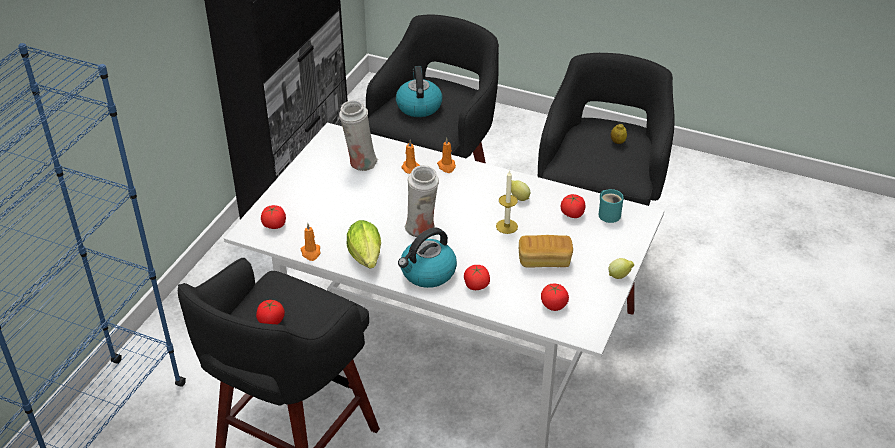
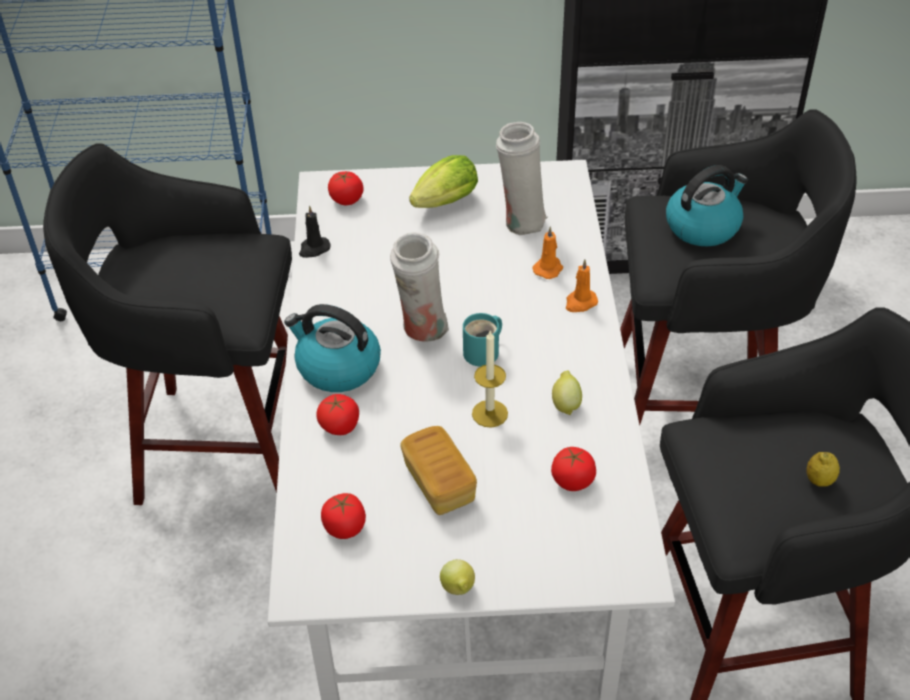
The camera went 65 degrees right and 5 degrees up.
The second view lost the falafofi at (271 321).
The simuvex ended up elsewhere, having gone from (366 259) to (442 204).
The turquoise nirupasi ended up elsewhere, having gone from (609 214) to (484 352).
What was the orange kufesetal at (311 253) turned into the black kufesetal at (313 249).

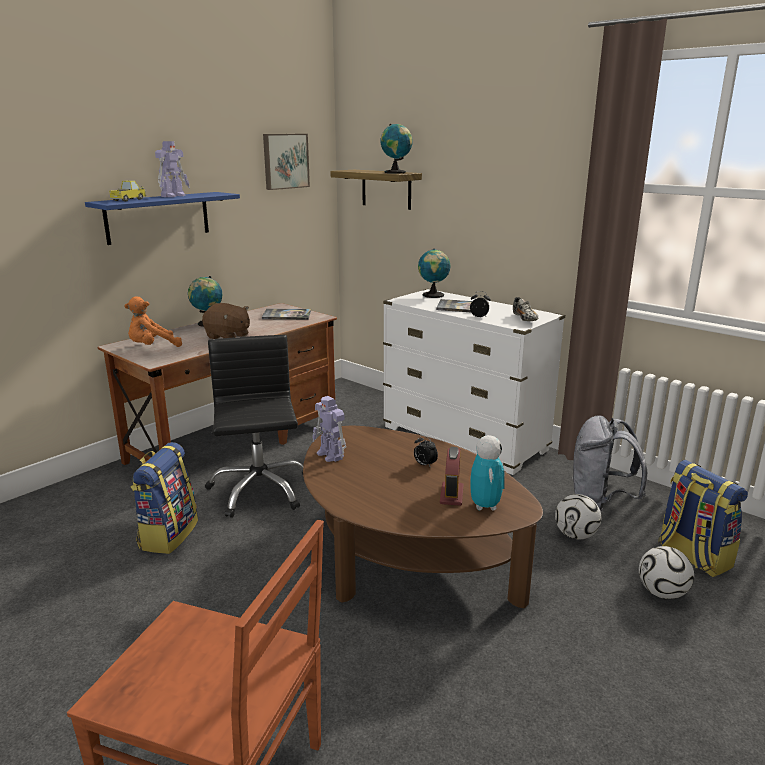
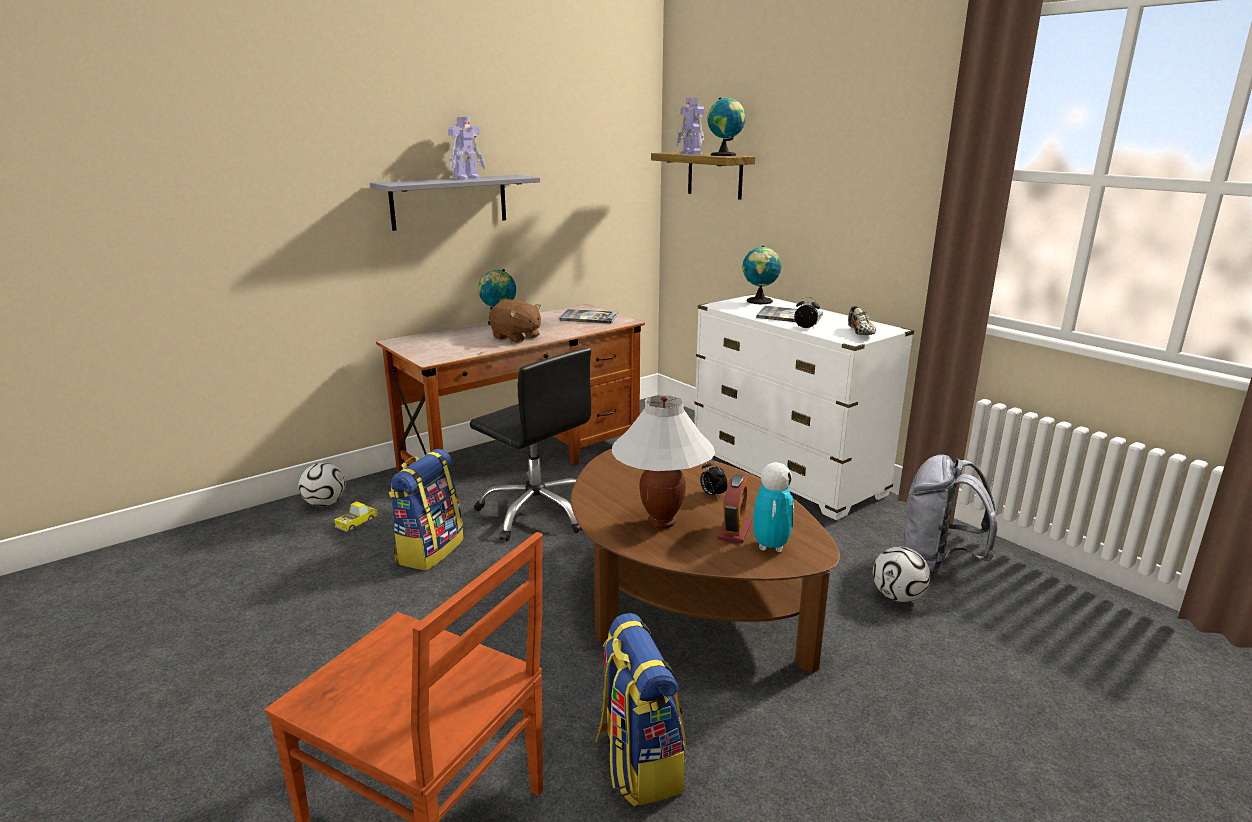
The camera went 10 degrees right and 0 degrees up.
The second view lost the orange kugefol at (152 347).
The second view lost the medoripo at (285 161).
The second view gained the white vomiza at (662 522).
The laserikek ended up elsewhere, having gone from (128 200) to (357 524).
The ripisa ended up elsewhere, having gone from (330 455) to (690 153).
The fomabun ended up elsewhere, having gone from (662 593) to (325 503).
The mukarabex ended up elsewhere, having gone from (692 556) to (638 763).
What was the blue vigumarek at (158 217) turned into the grey vigumarek at (449 202).
The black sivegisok at (259 490) ended up facing another way, 135 degrees clockwise from before.

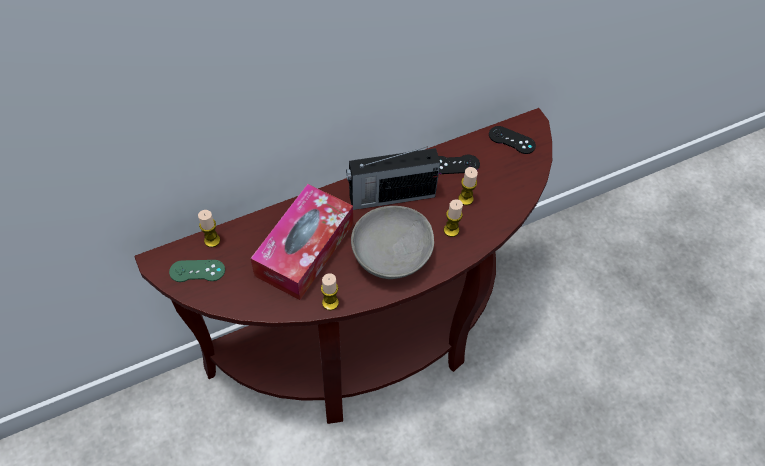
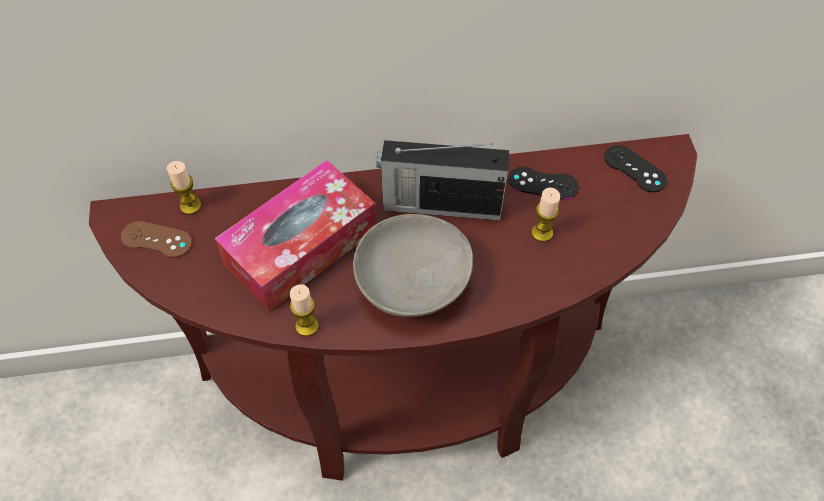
The camera went 20 degrees right and 0 degrees up.
The second view lost the kufesetal at (451 230).
What was the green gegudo at (197 271) turned into the brown gegudo at (156 239).

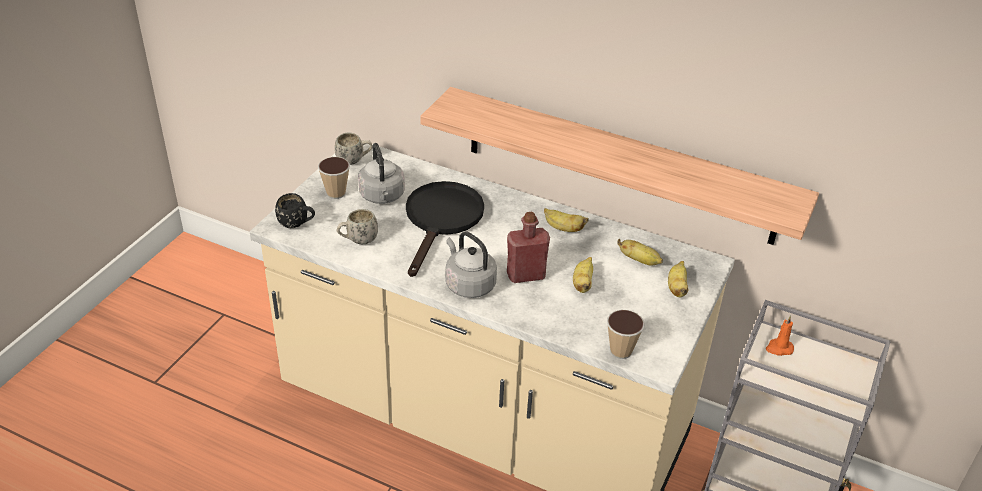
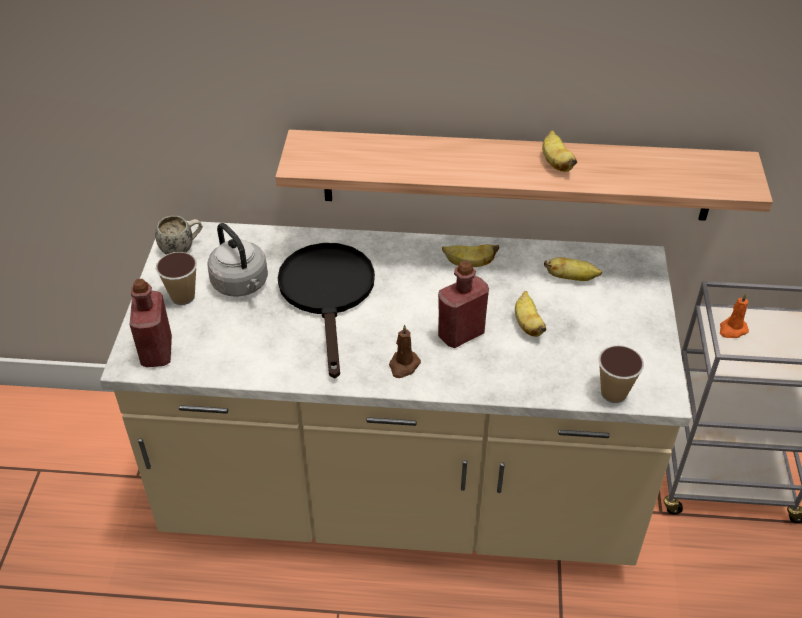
The camera went 20 degrees left and 5 degrees up.
The second view lost the white nirupasi at (358 240).
The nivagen ended up elsewhere, having gone from (677 288) to (556 163).
Where the black nirupasi stood at (297 224), the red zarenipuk came to stand at (157 352).
Where the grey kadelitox stood at (468 284), the brown kufesetal came to stand at (403 366).

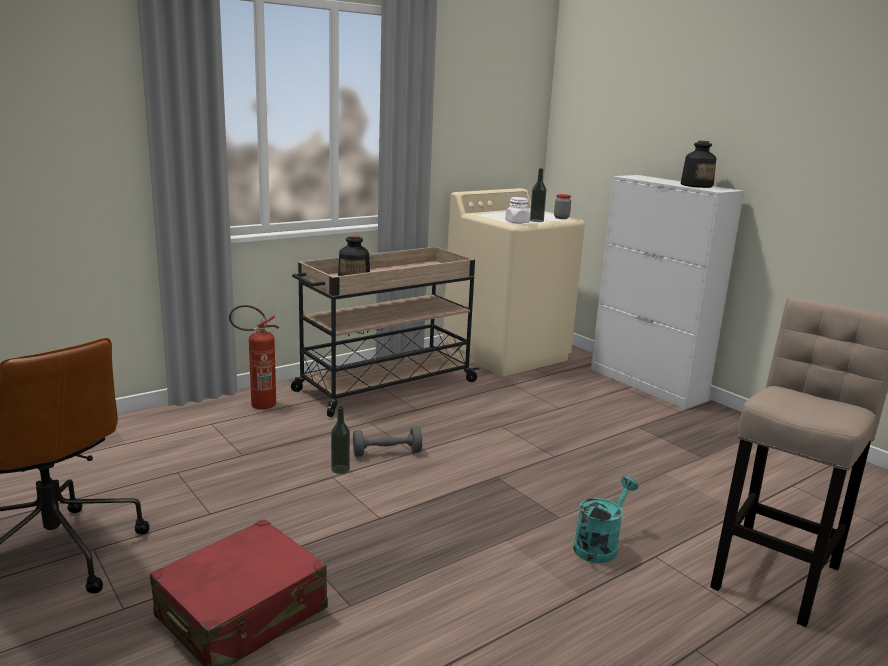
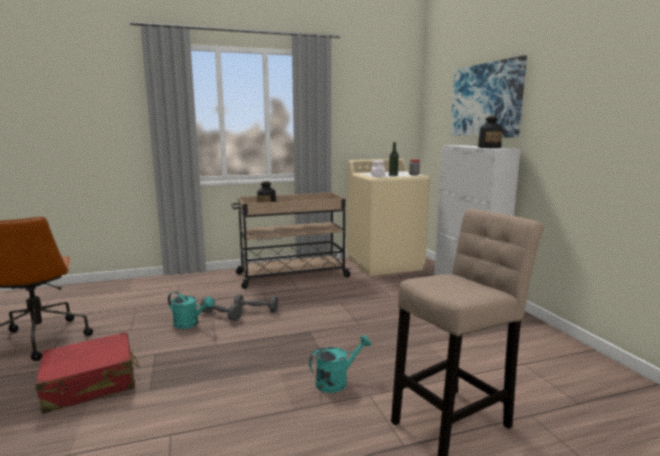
The camera went 20 degrees right and 5 degrees down.
The second view lost the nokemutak at (257 405).
The second view gained the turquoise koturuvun at (190 324).
The second view gained the medoripo at (485 100).
Where the zarenipuk stood at (340 469), the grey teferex came to stand at (221 316).

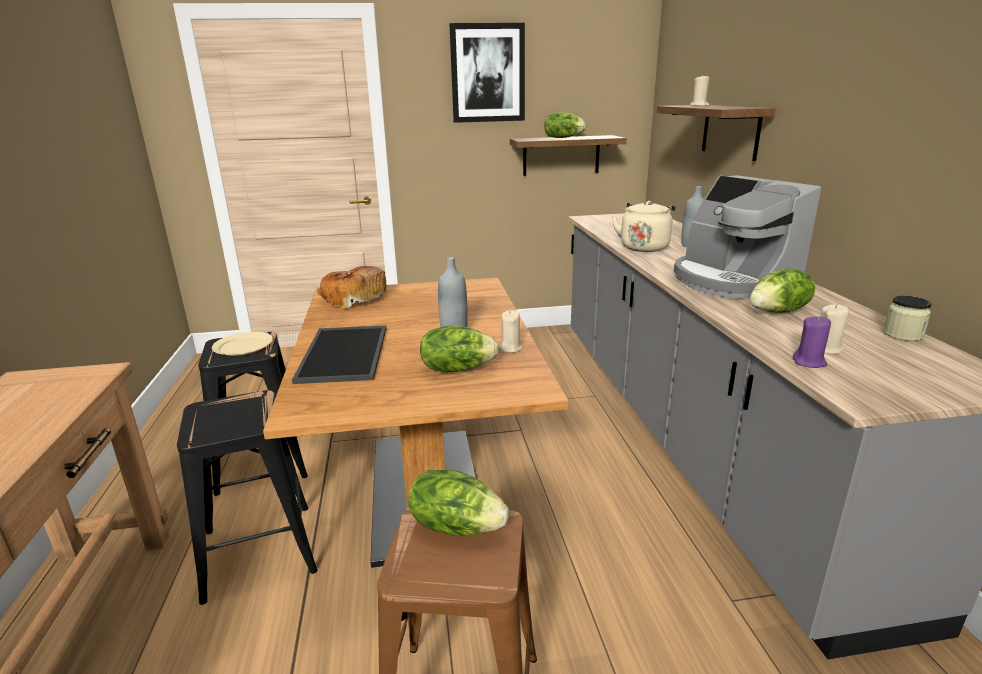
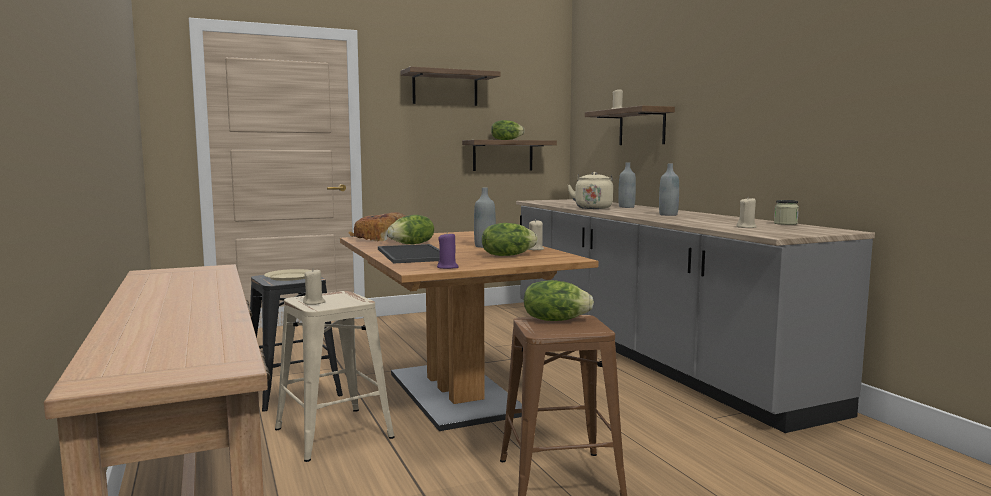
The camera went 15 degrees left and 15 degrees down.
The second view gained the beige kufesetal at (314 303).
The simuvex ended up elsewhere, having gone from (779 311) to (412 244).
The purple kufesetal ended up elsewhere, having gone from (809 362) to (447 267).
Where the medoripo hung at (487 73), the vigumarek came to hang at (445 88).
Where the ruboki stood at (731 281), the grey zarenipuk came to stand at (668 215).
What was the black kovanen at (257 551) turned into the beige kovanen at (332 433).

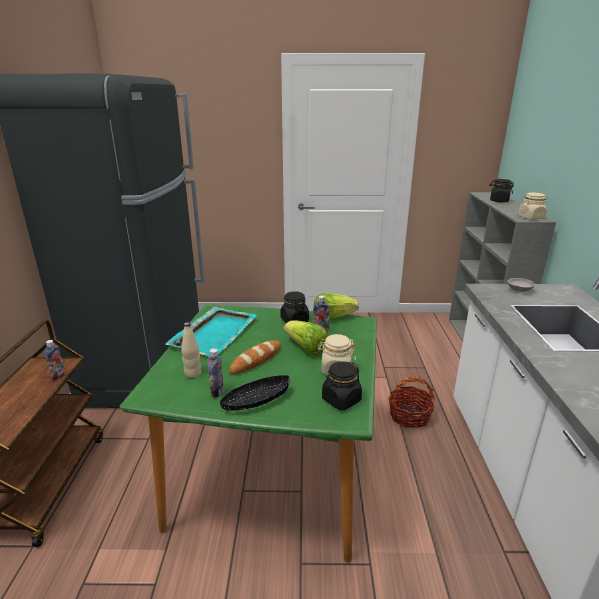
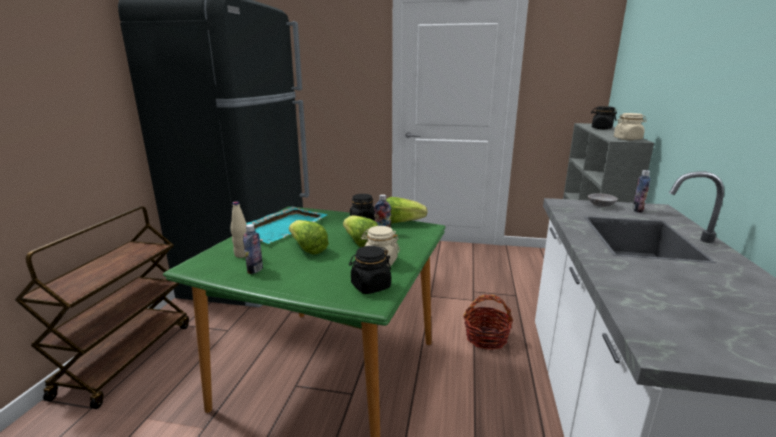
The camera went 10 degrees right and 5 degrees down.
The second view lost the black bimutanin at (256 401).
The zarenipuk ended up elsewhere, having gone from (58 375) to (637 210).
Where the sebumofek stood at (256 360), the simuvex came to stand at (307 249).

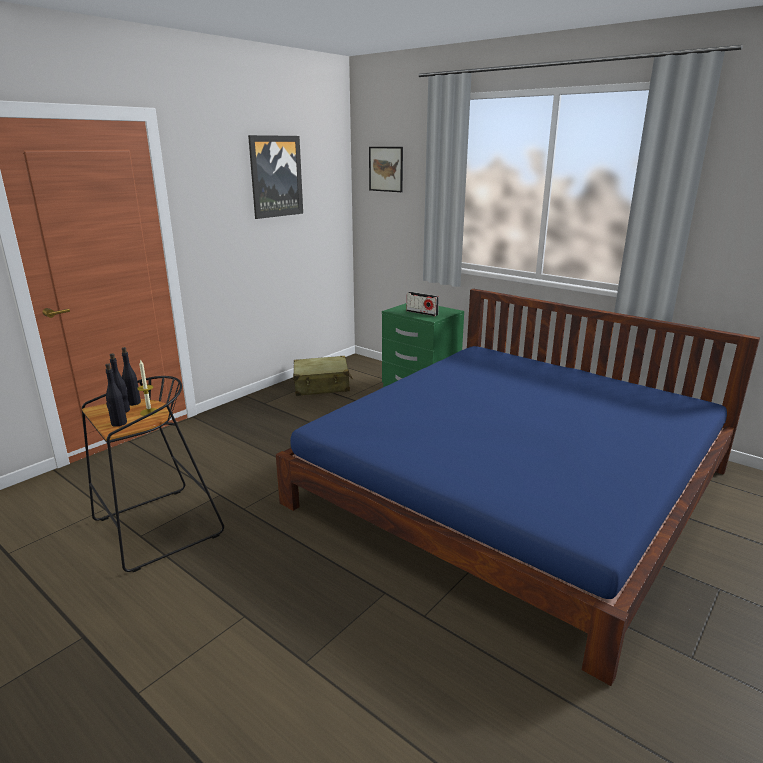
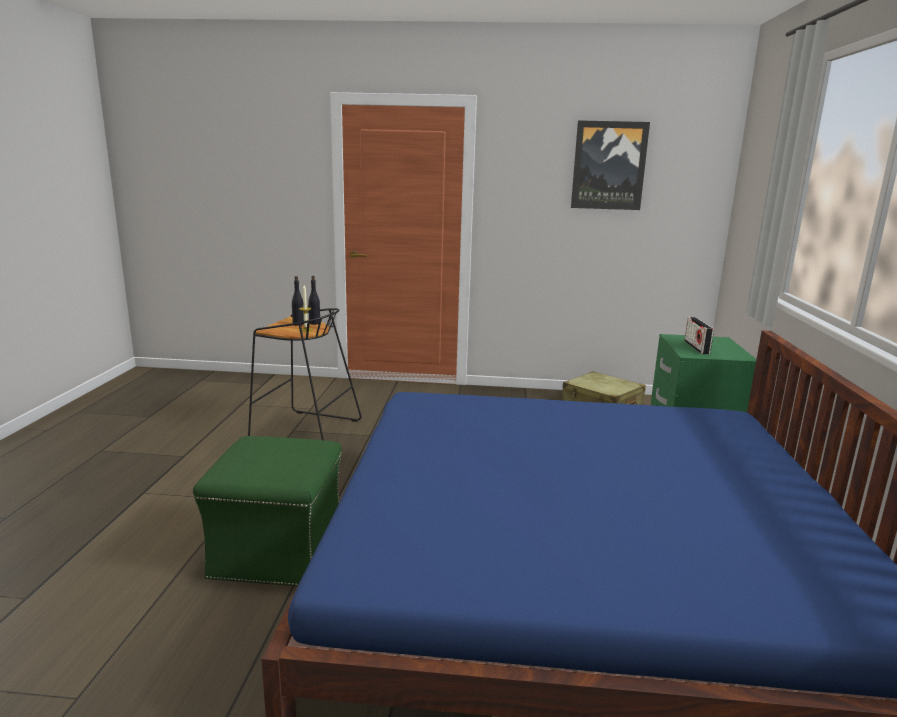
The camera went 55 degrees right and 5 degrees down.
The second view lost the black zarenipuk at (118 423).
The second view lost the medoripo at (386 169).
The second view gained the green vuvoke at (277 552).

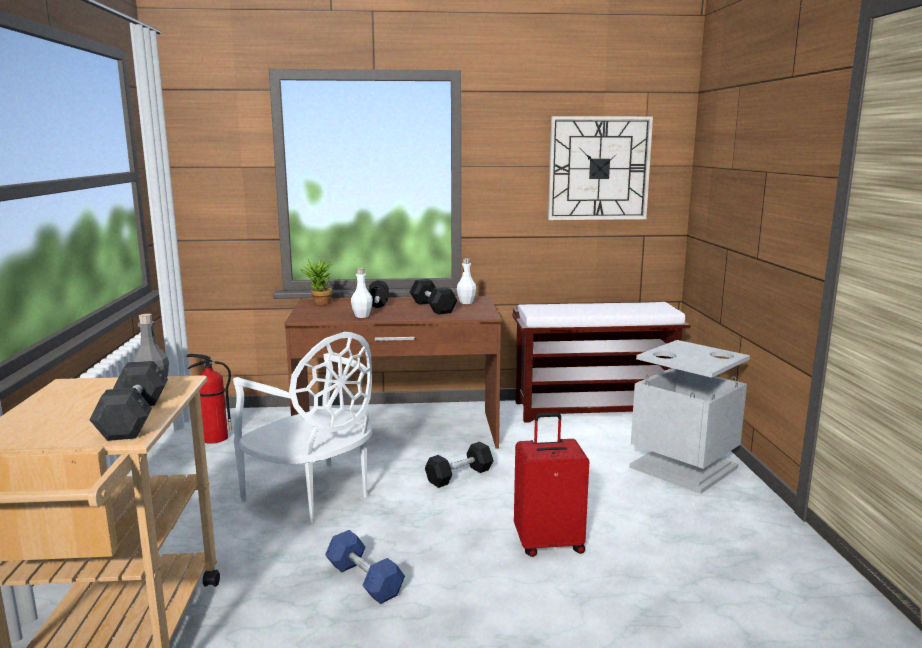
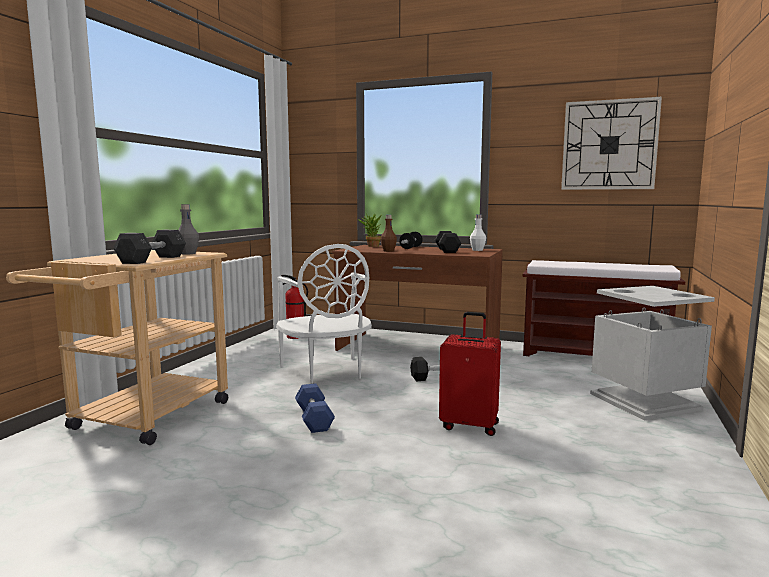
The camera went 25 degrees right and 5 degrees down.
What was the white zarenipuk at (362 316) turned into the brown zarenipuk at (388 251).

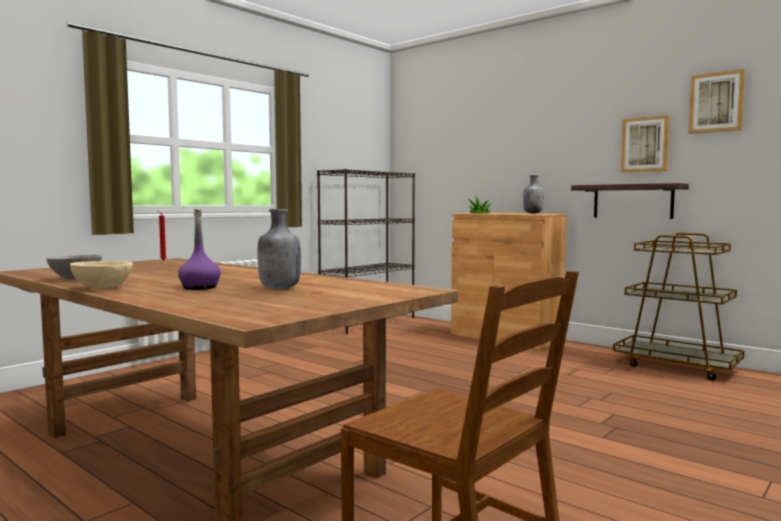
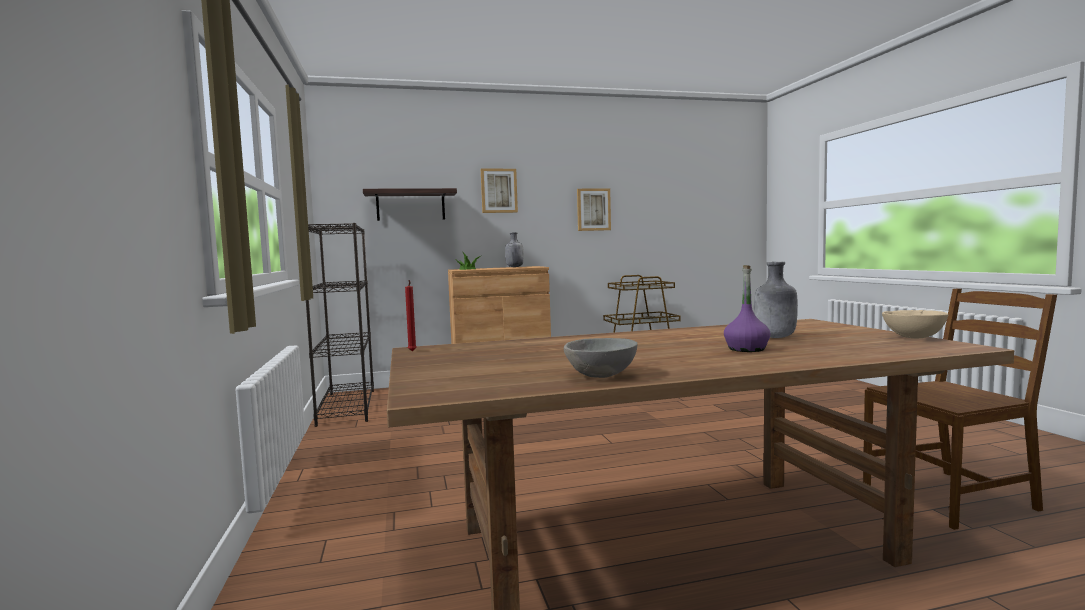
The camera went 55 degrees left and 0 degrees up.
The beige bimutanin ended up elsewhere, having gone from (102 288) to (912 338).
The vigumarek ended up elsewhere, having gone from (632 201) to (410 205).
The medoripo ended up elsewhere, having gone from (716 102) to (499 191).

